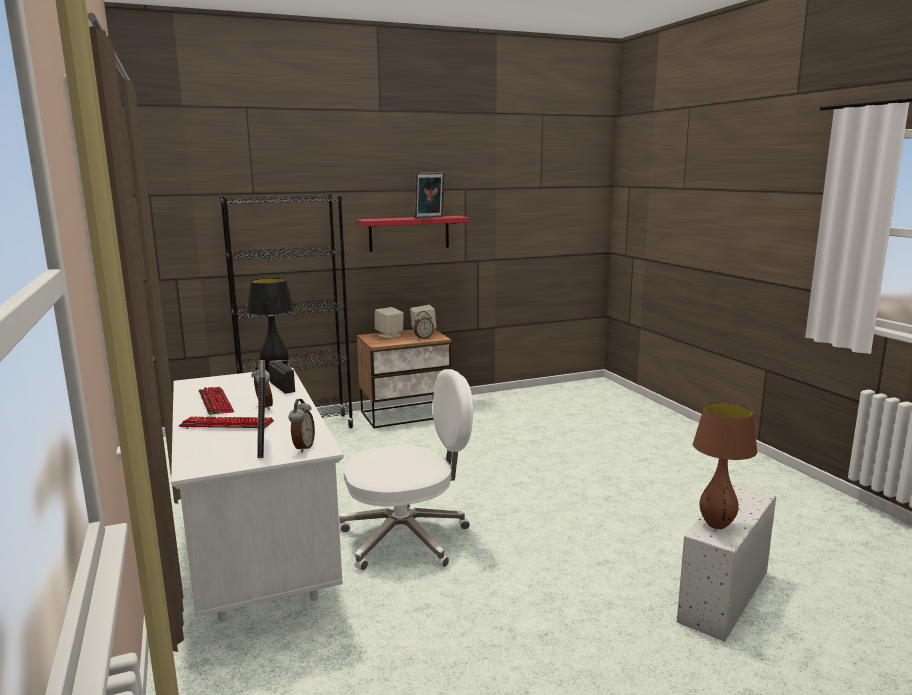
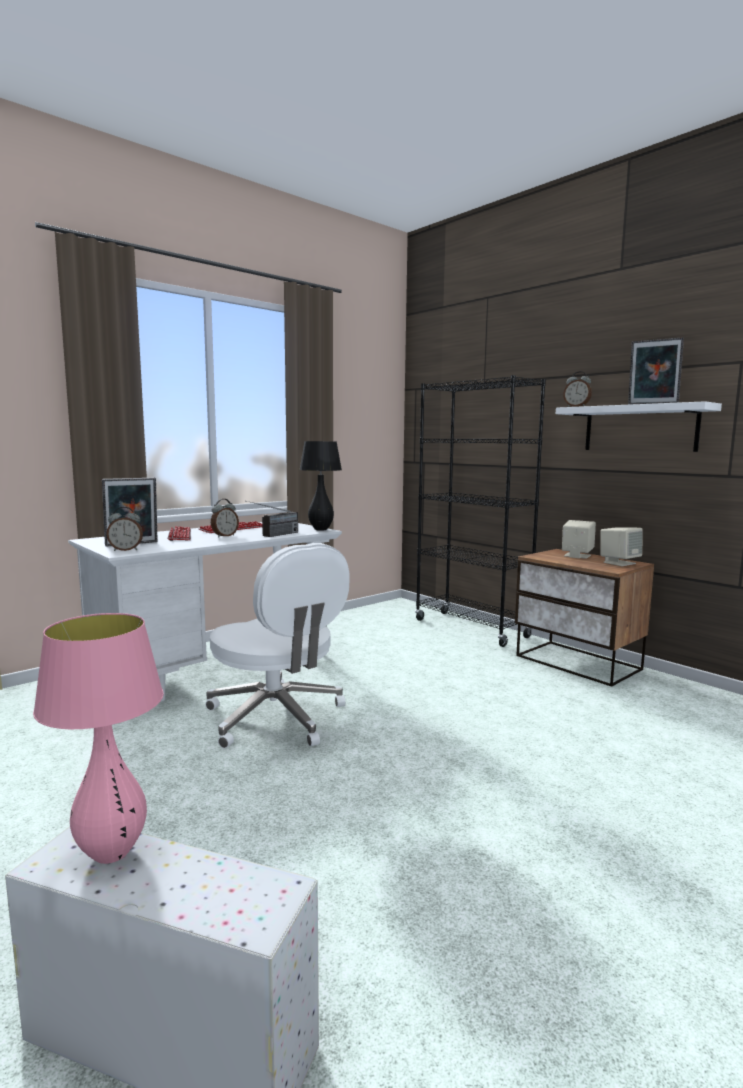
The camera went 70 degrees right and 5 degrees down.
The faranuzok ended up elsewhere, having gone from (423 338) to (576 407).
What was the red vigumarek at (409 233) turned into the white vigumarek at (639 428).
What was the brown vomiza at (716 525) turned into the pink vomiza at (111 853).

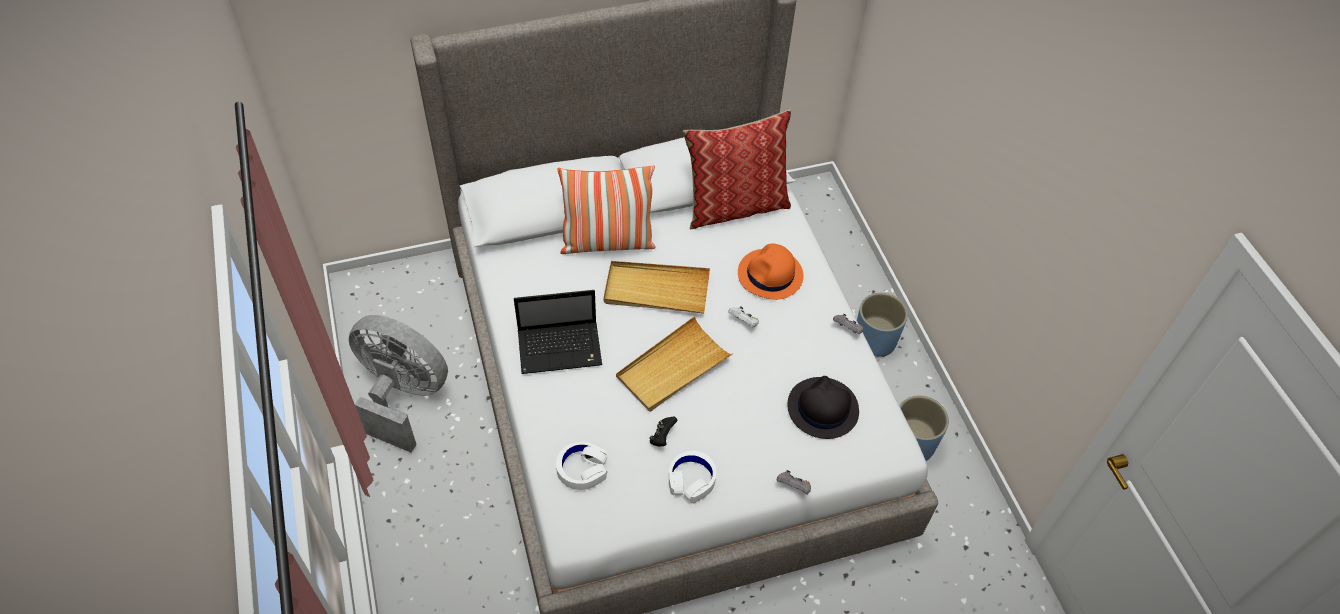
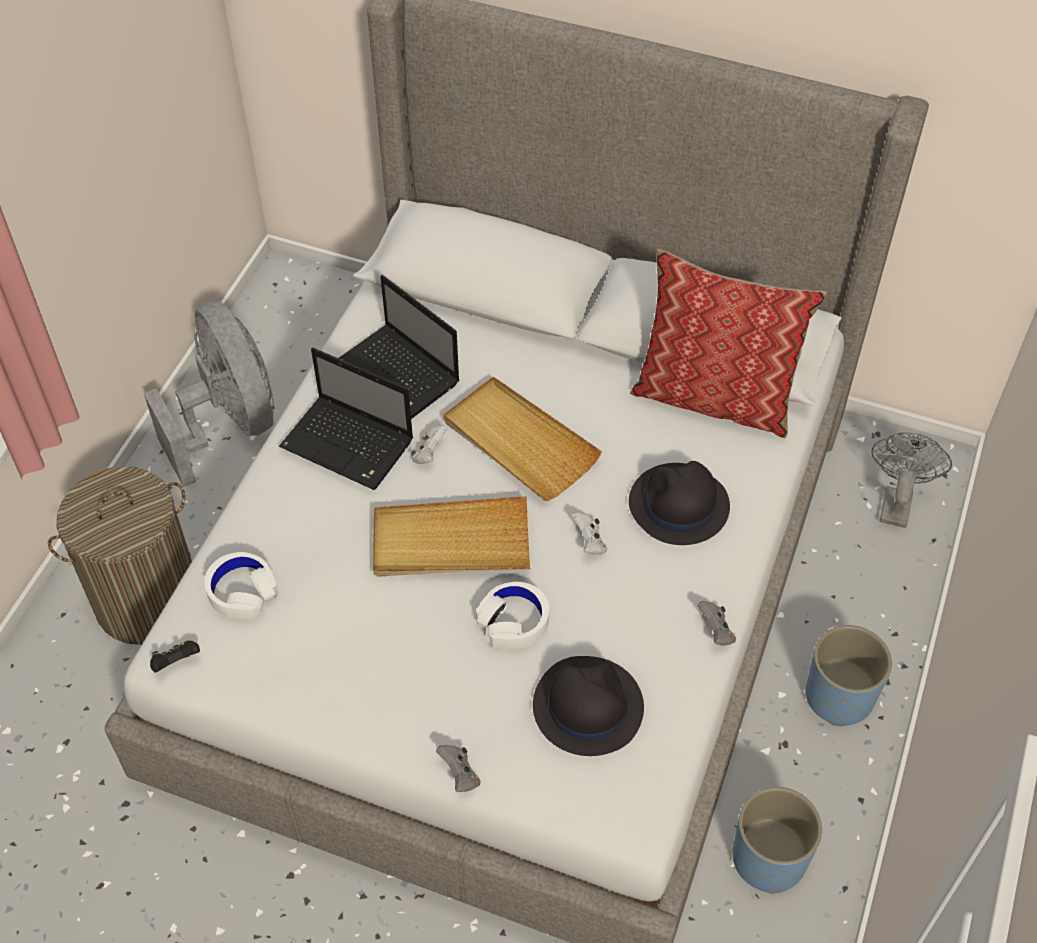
The camera went 40 degrees right and 0 degrees up.
The second view lost the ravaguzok at (607 242).
The second view gained the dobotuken at (148 601).
The second view gained the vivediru at (400 374).
The second view gained the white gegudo at (429 453).
The second view gained the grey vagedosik at (896 501).
The black gegudo ended up elsewhere, having gone from (662 437) to (176 662).
The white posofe ended up elsewhere, having gone from (691 480) to (513 621).
What was the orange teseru at (770 275) turned into the black teseru at (678 505).

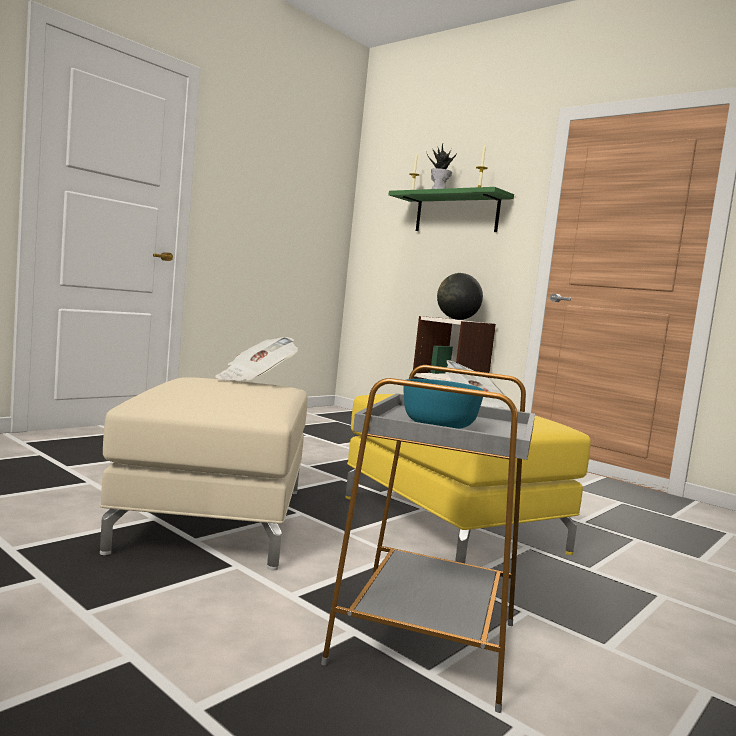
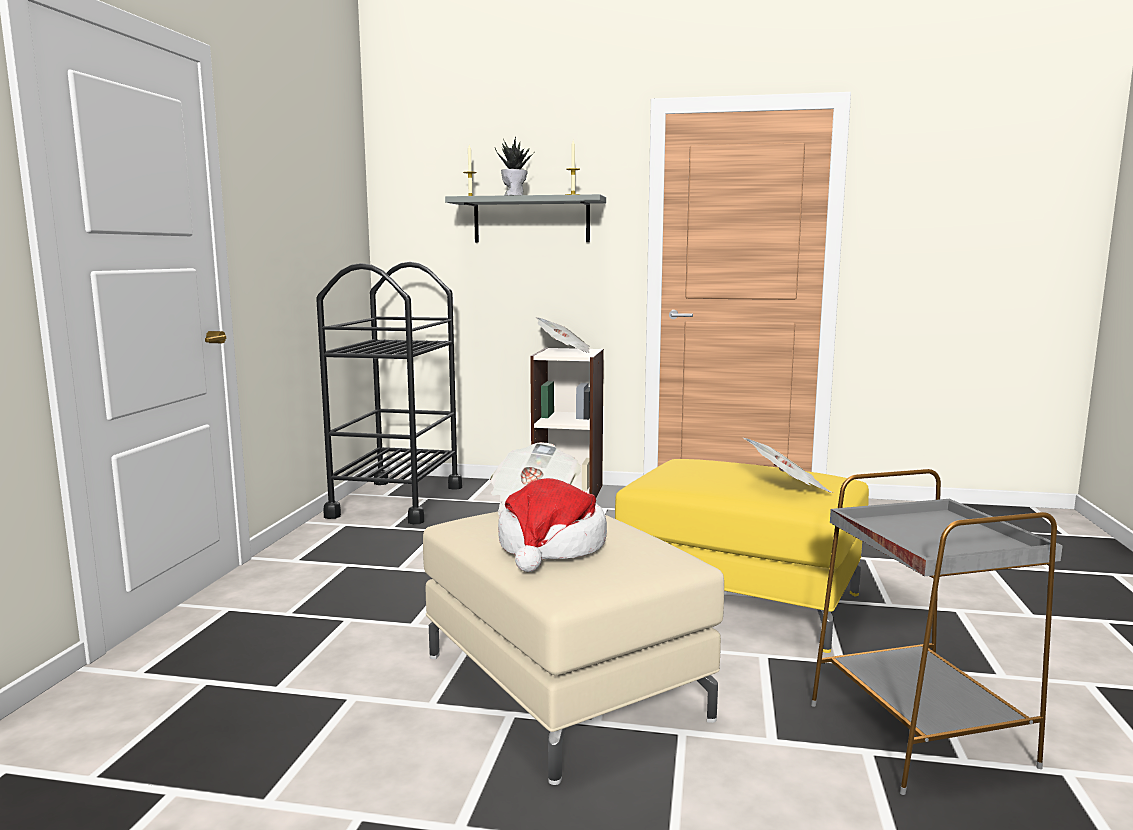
The camera went 30 degrees left and 5 degrees up.
The second view lost the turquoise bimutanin at (438 424).
The second view gained the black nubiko at (397 501).
The second view gained the teseru at (551 547).
Where the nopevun stood at (457 319), the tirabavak came to stand at (564 351).
What was the green vigumarek at (456 213) turned into the grey vigumarek at (531 220).

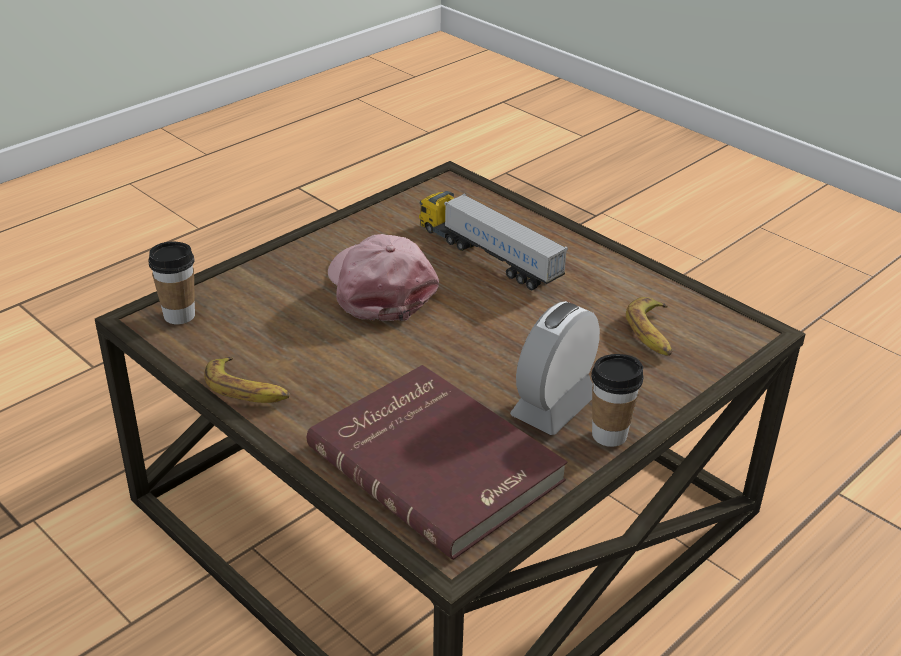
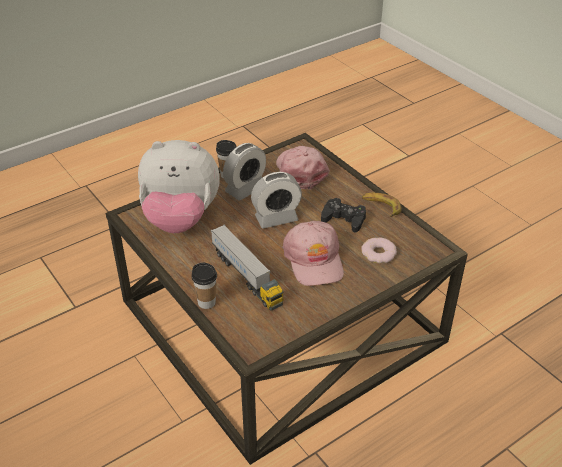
The camera went 170 degrees left and 5 degrees up.
The second view gained the faranuzok at (276 218).
The second view gained the black gegudo at (344 219).
The second view gained the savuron at (378 253).
The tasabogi ended up elsewhere, having gone from (179 315) to (206 302).
Where the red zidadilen stood at (438 462), the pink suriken came to stand at (300 171).
Where the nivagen stood at (652 333), the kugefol came to stand at (181 219).

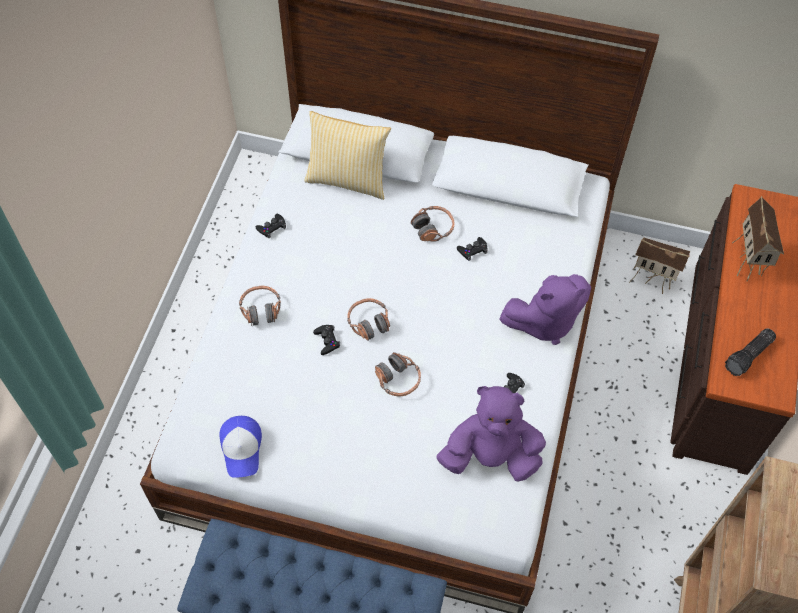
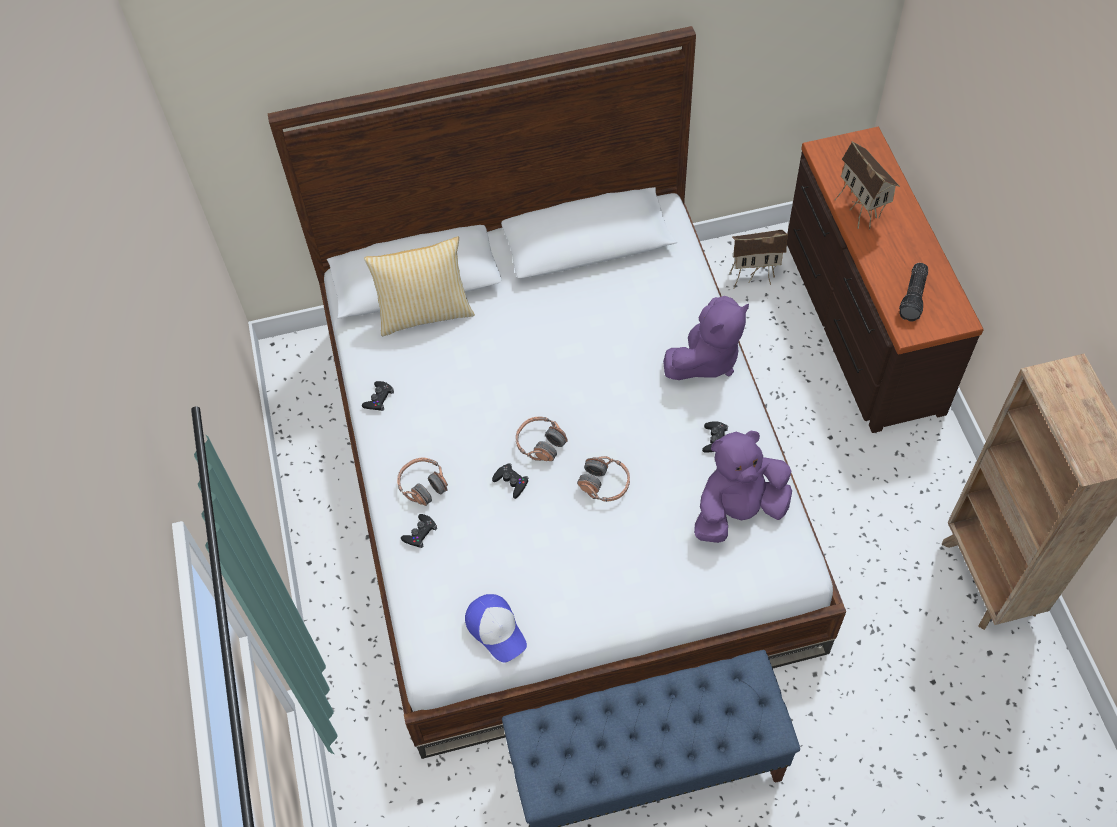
The camera went 25 degrees left and 0 degrees up.
The second view lost the posofe at (433 228).
The black gegudo ended up elsewhere, having gone from (472 250) to (420 533).

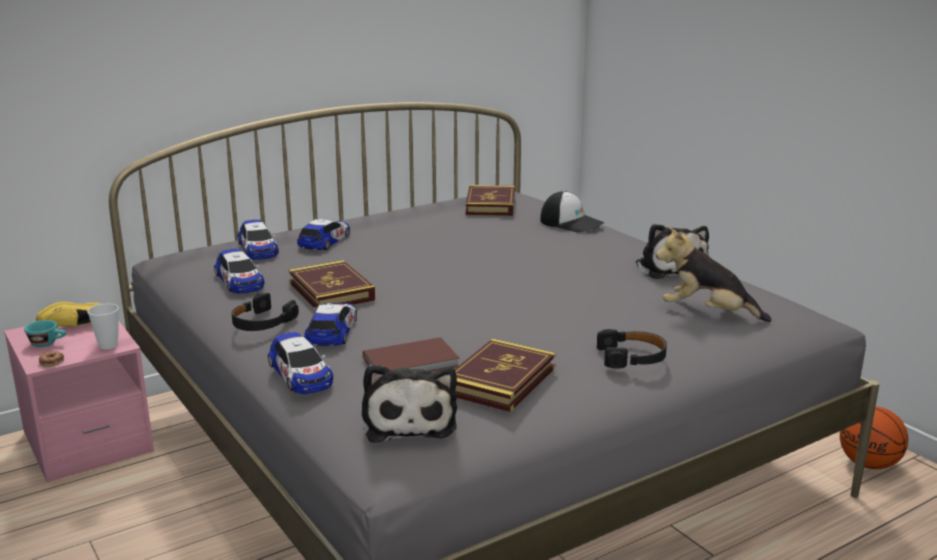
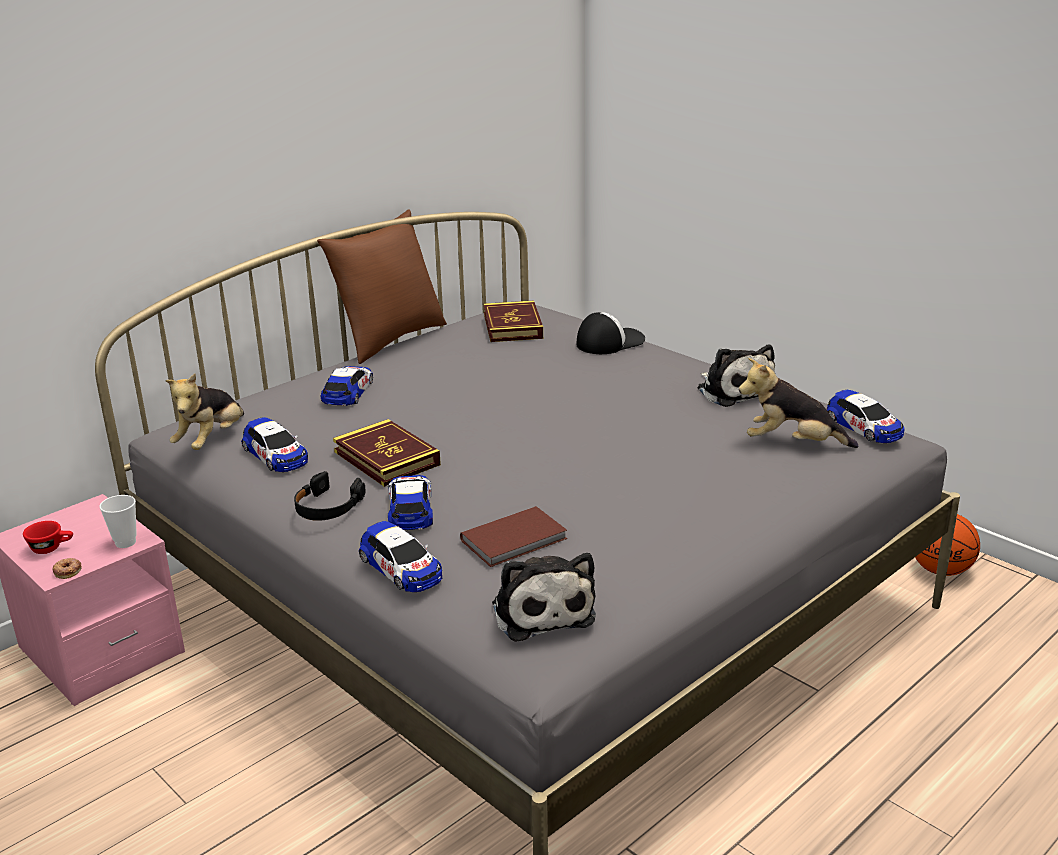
The camera went 10 degrees left and 5 degrees up.
The second view lost the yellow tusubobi at (77 327).
The second view lost the zidadilen at (500 381).
The second view lost the black posofe at (632 357).
The second view gained the kugefol at (211 440).
The second view gained the brown ravaguzok at (389 339).
The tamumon ended up elsewhere, having gone from (258 249) to (864 426).
What was the turquoise tasabogi at (48 343) turned into the red tasabogi at (52 548).
The suriken at (571 223) ended up facing another way, 60 degrees counterclockwise from before.

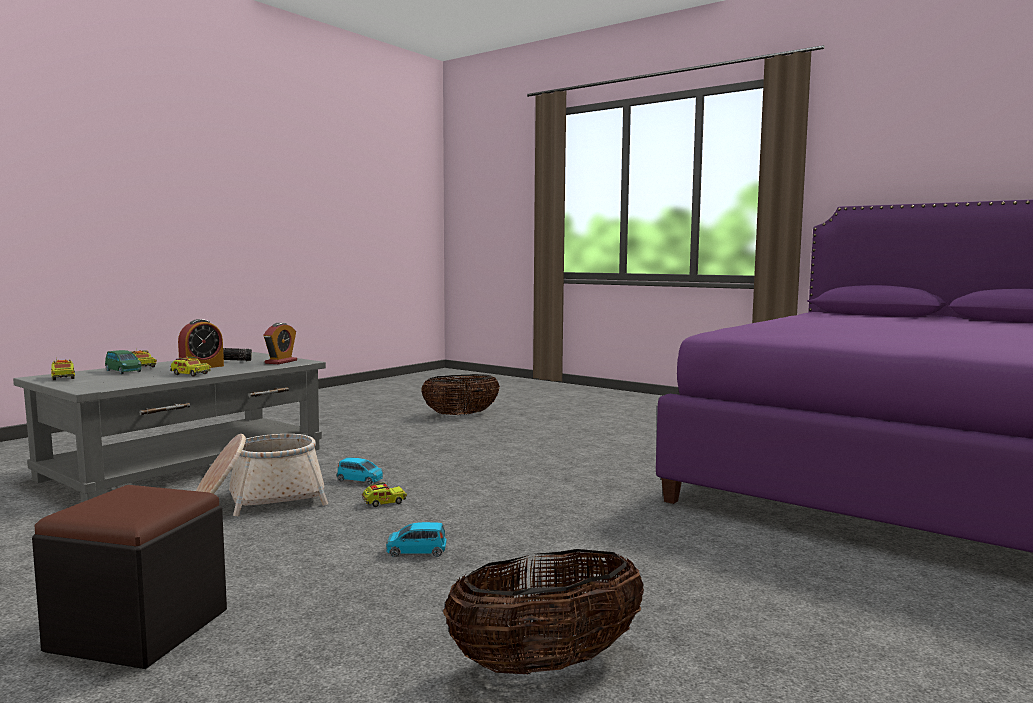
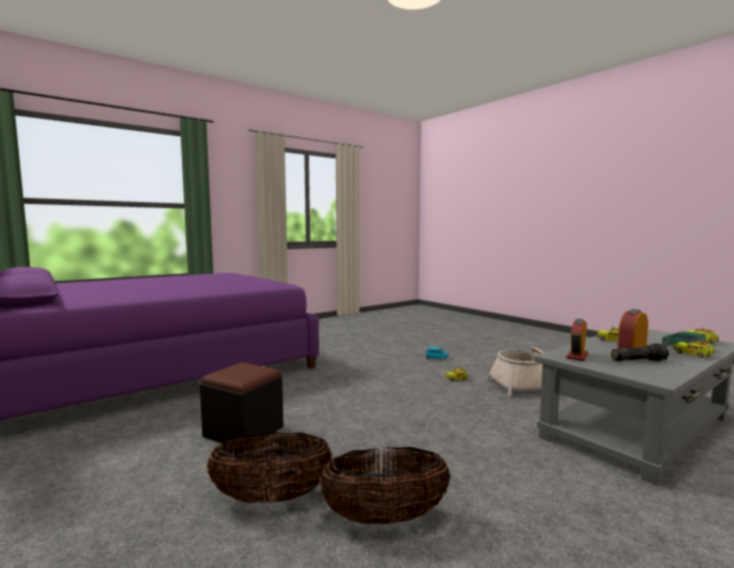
The camera went 165 degrees left and 0 degrees up.
The second view lost the blue tamumon at (360 480).
The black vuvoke ended up elsewhere, having gone from (139 630) to (243 432).
The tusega ended up elsewhere, having gone from (546 664) to (272 498).

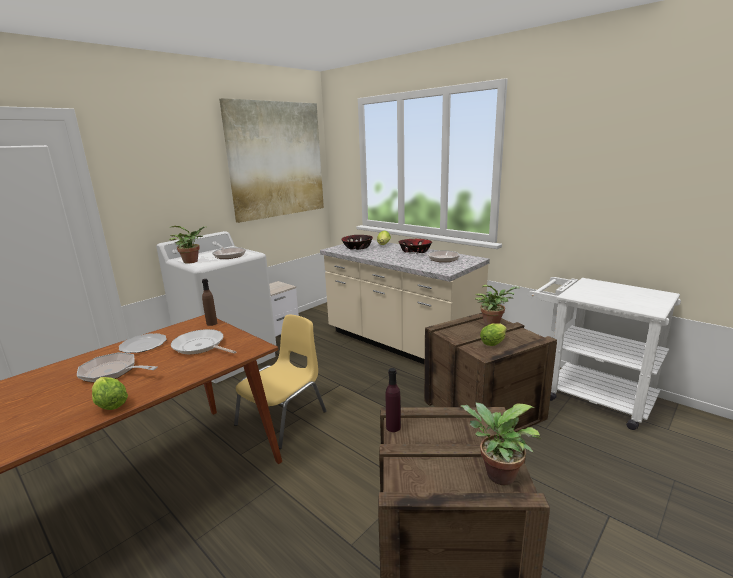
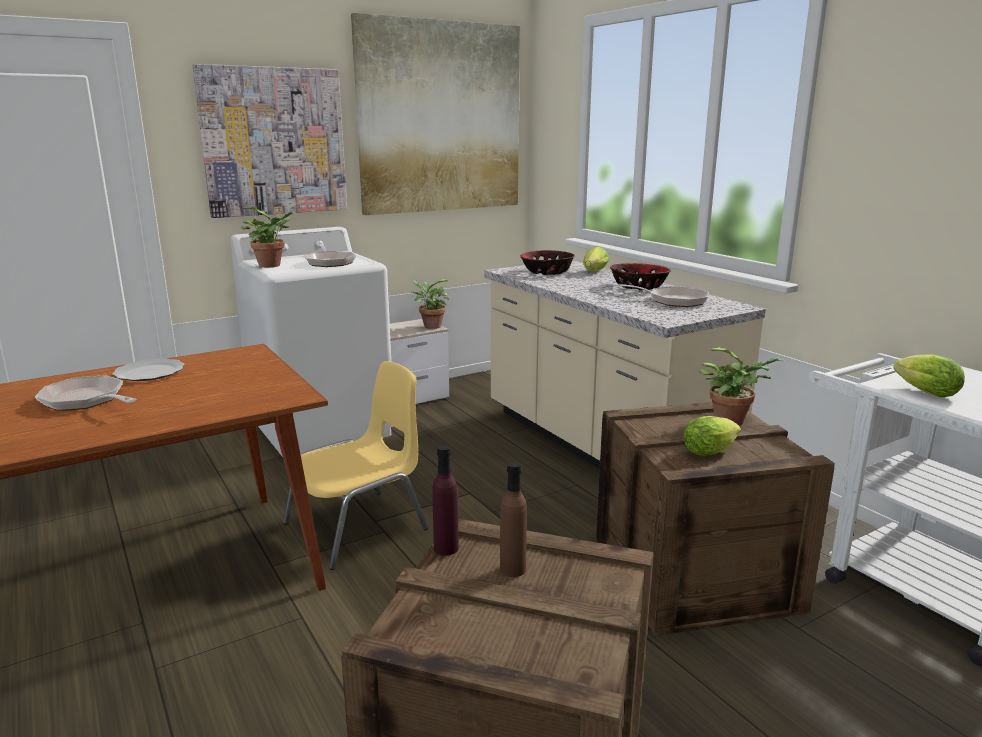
The camera went 15 degrees right and 0 degrees up.
The second view lost the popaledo at (200 346).
The second view gained the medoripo at (274 142).
The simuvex ended up elsewhere, having gone from (110 404) to (922 392).
The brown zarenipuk ended up elsewhere, having gone from (212 323) to (512 569).
The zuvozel ended up elsewhere, having gone from (496 475) to (430 326).

